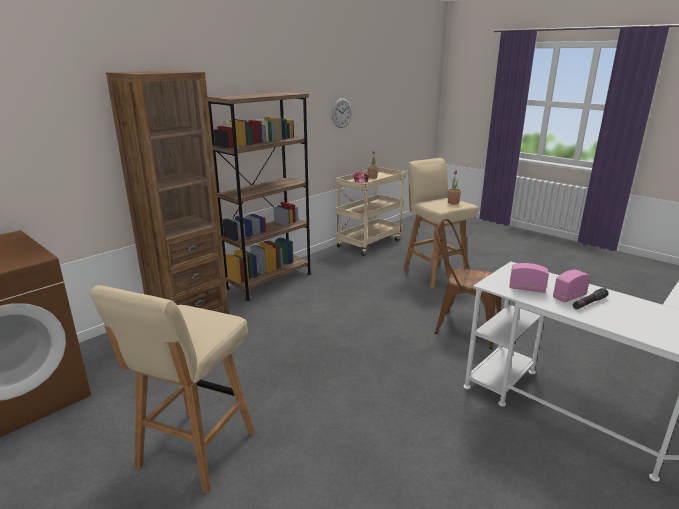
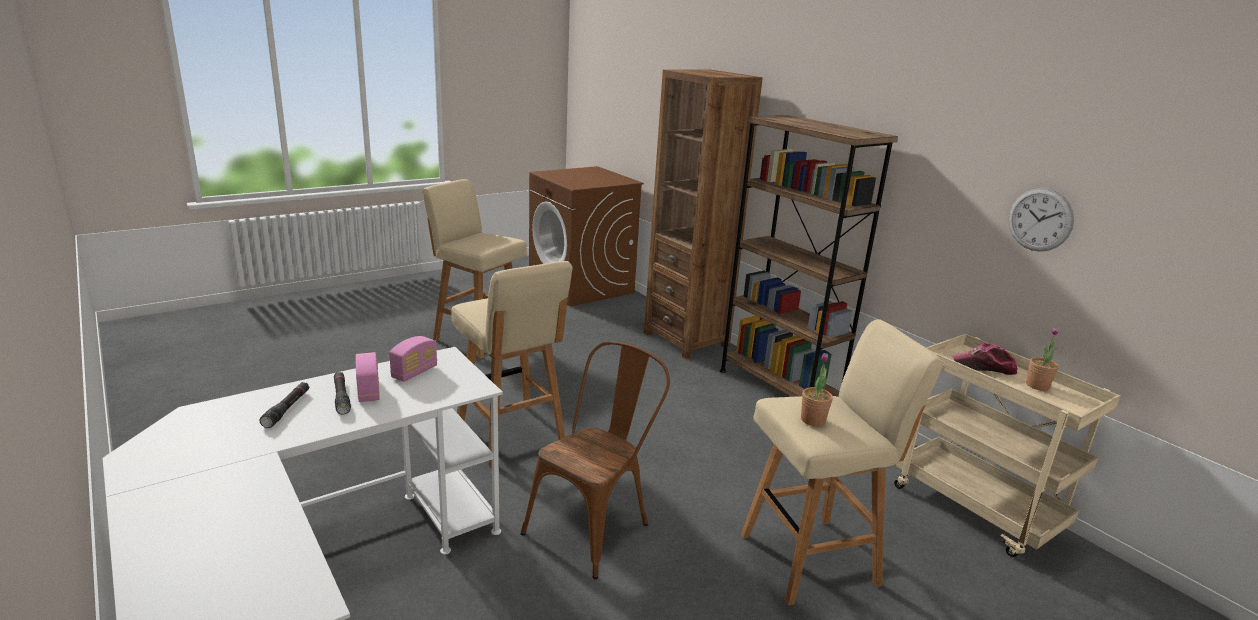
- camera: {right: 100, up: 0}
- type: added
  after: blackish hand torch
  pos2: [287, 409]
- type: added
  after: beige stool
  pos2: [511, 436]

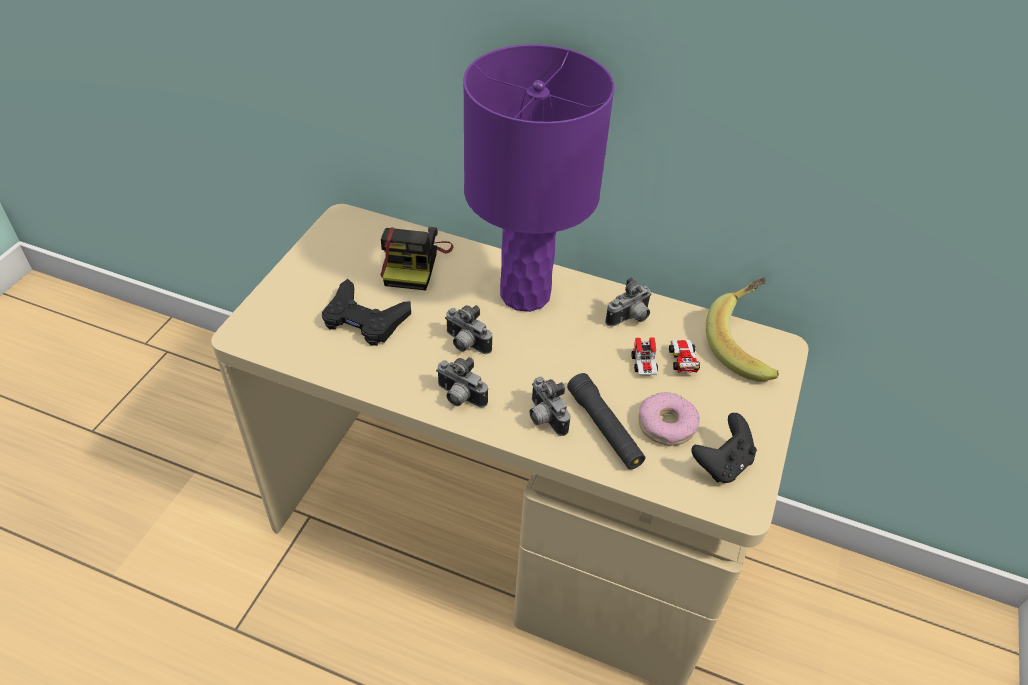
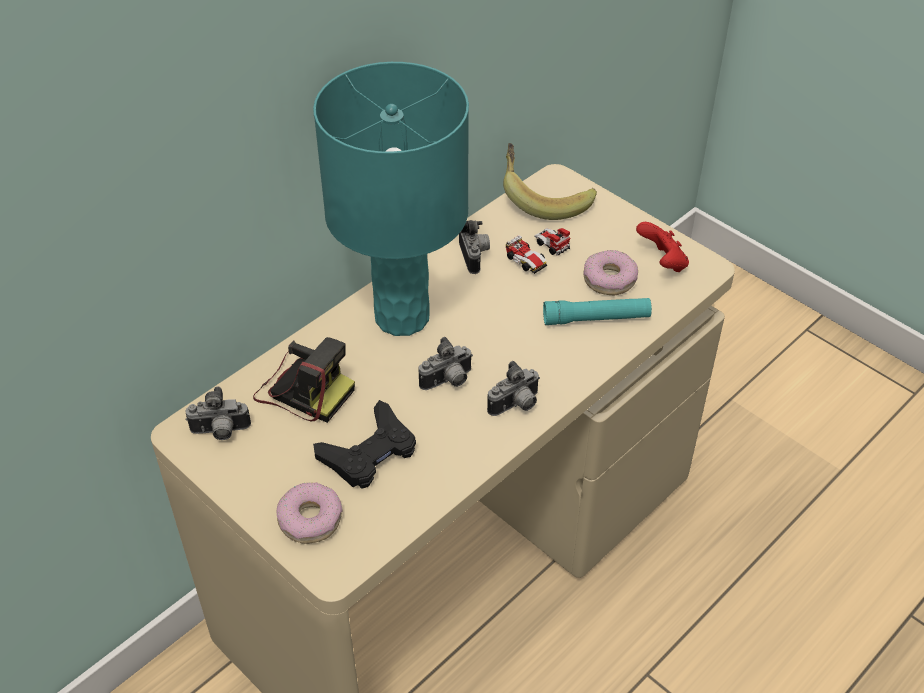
- camera: {right: -65, up: 0}
- type: recoloured
  before: purple lamp for a table
  after: turquoise-coloured lamp for a table
  pos1: [525, 294]
  pos2: [401, 316]
- type: moved
  before: photo camera
  pos1: [544, 418]
  pos2: [220, 432]
- type: recoloured
  before: blackish hand torch
  after: turquoise-coloured hand torch
  pos1: [604, 428]
  pos2: [596, 318]
- type: turned
  before: model car
  pos1: [663, 362]
  pos2: [539, 255]
  turn: -150
- type: recoloured
  before: blackish game controller
  after: reddish game controller
  pos1: [722, 464]
  pos2: [662, 262]
- type: added
  after: ring doughnut
  pos2: [310, 519]

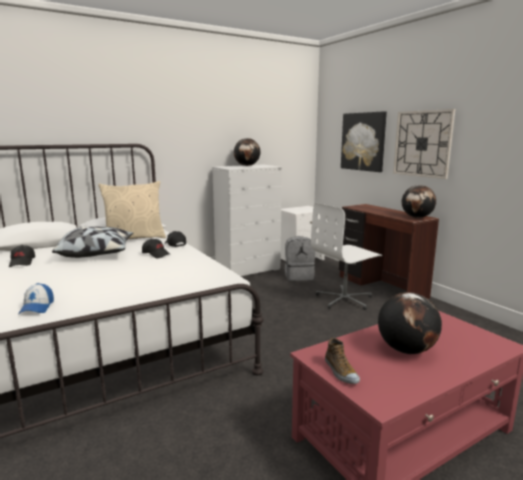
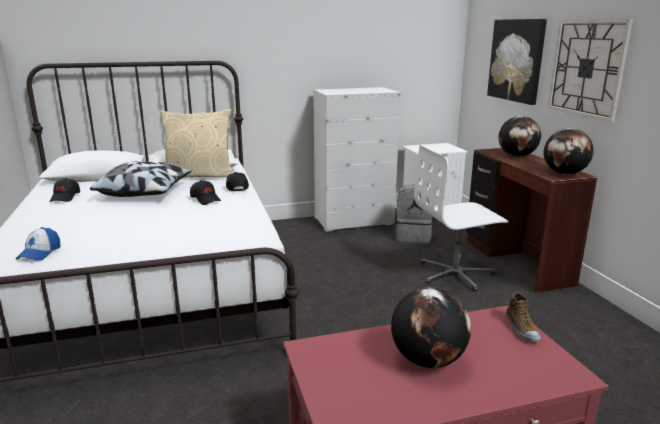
- camera: {right: 15, up: 5}
- type: moved
  before: desk globe
  pos1: [247, 165]
  pos2: [517, 156]
- type: moved
  before: shoe
  pos1: [340, 372]
  pos2: [521, 329]

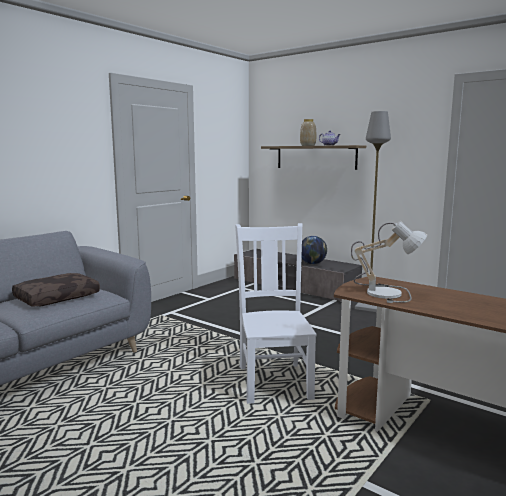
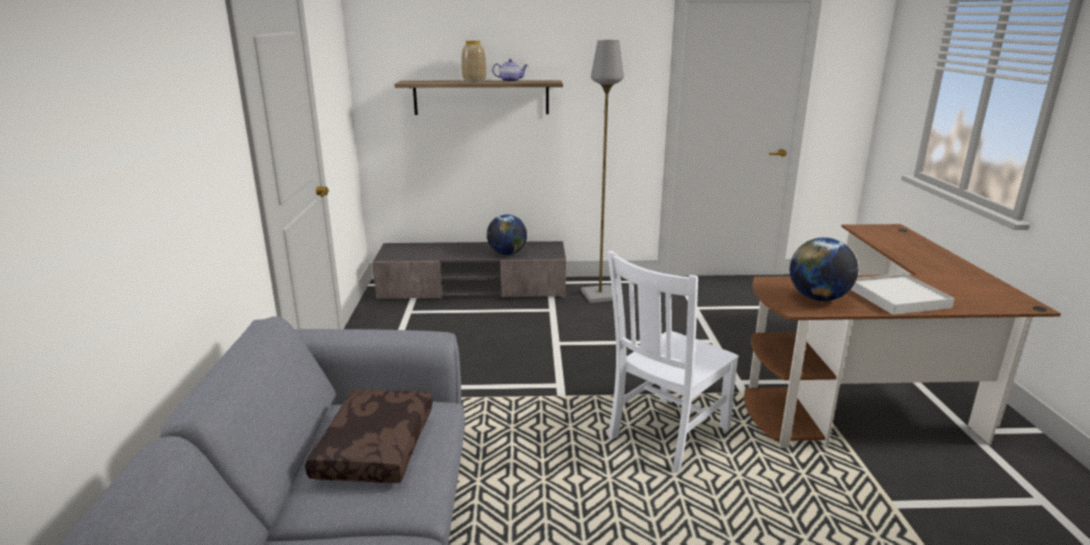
- camera: {right: -40, up: 10}
- type: turned
  before: whitish upright chair
  pos1: [274, 381]
  pos2: [666, 435]
  turn: -90
- type: replaced
  before: lamp for a table
  after: desk globe
  pos1: [386, 292]
  pos2: [818, 298]
- type: added
  after: whitish serving tray
  pos2: [898, 298]

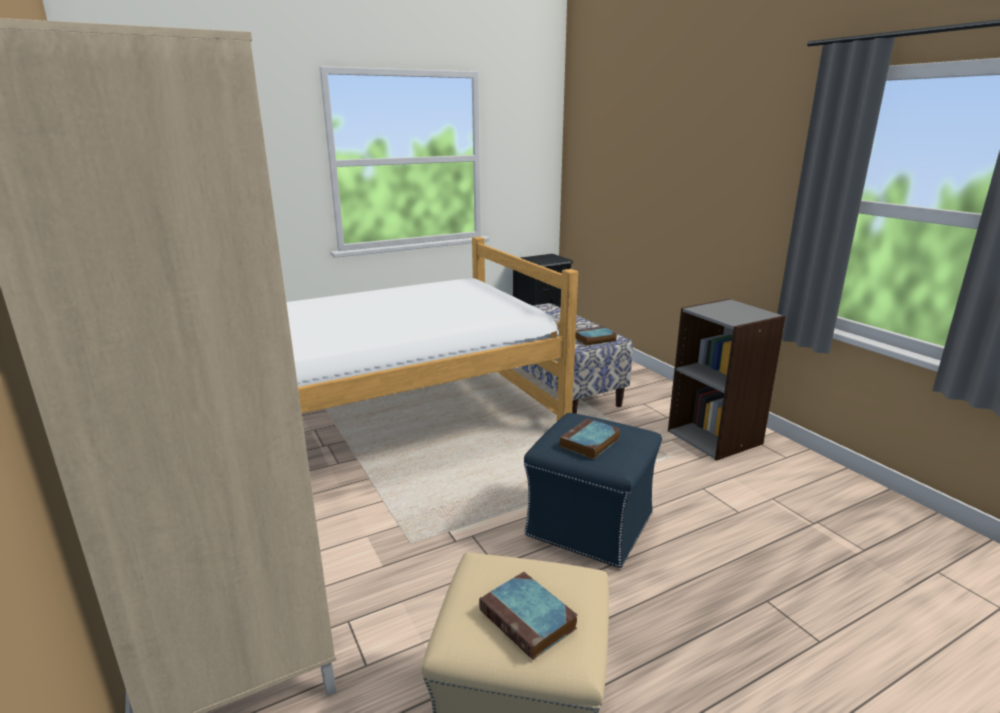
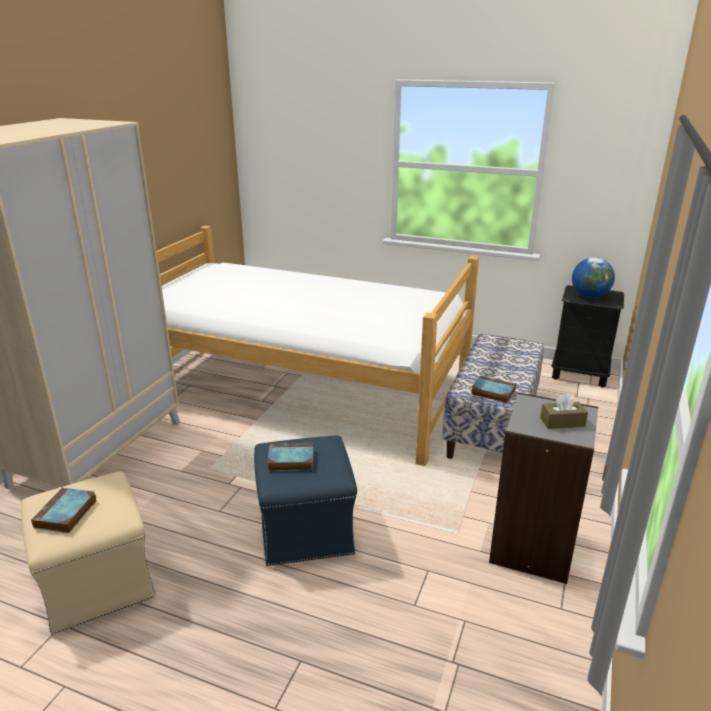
- camera: {right: 50, up: 5}
- type: added
  after: brownish tissue box
  pos2: [562, 422]
- type: added
  after: desk globe
  pos2: [589, 296]

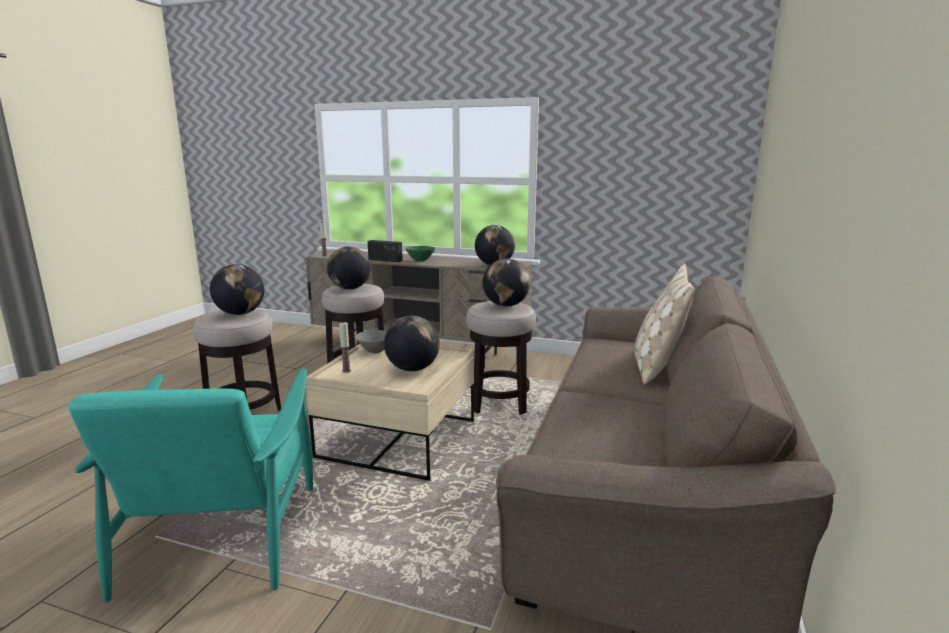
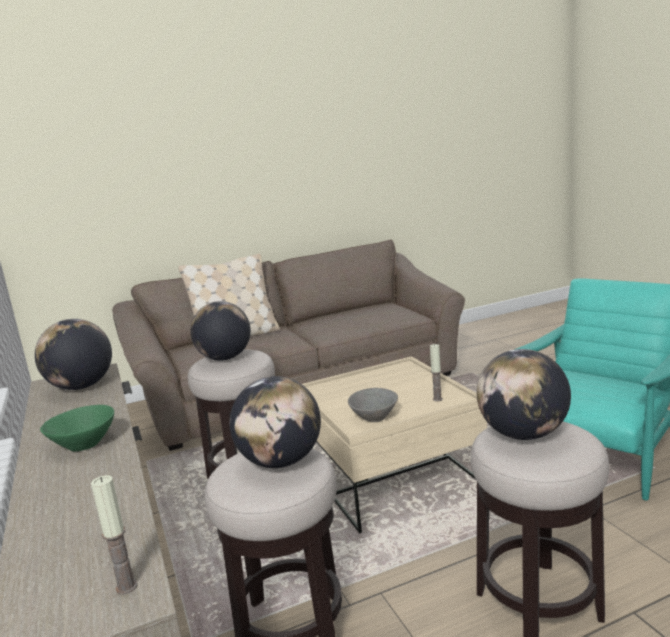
- camera: {right: -130, up: 0}
- type: removed
  before: radio set
  pos1: [385, 260]
- type: removed
  before: desk globe
  pos1: [412, 369]

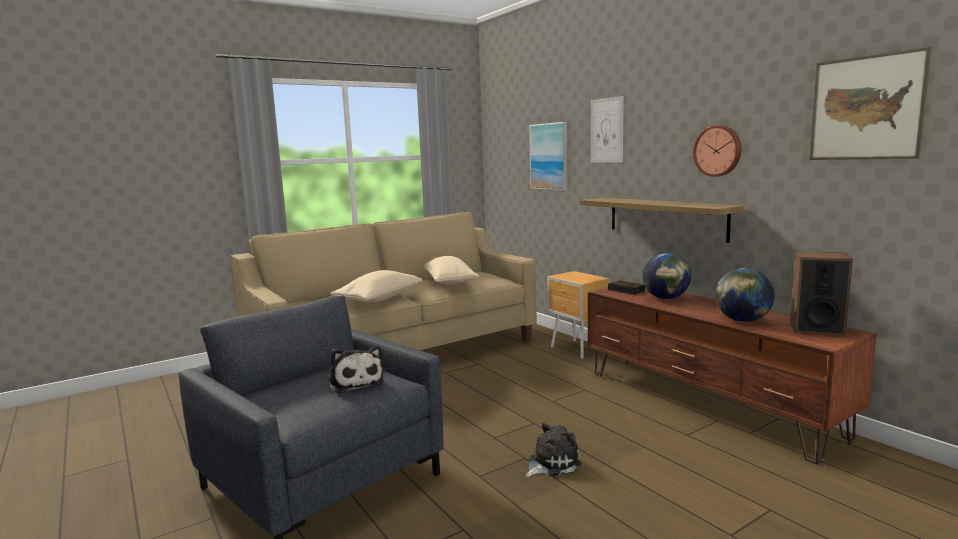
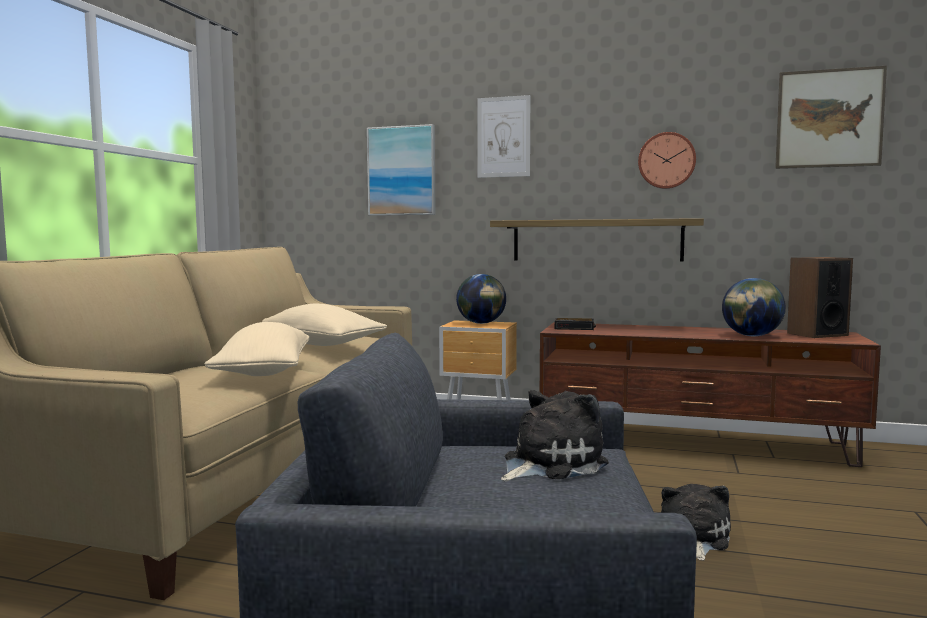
- camera: {right: -40, up: -5}
- type: turned
  before: plush toy
  pos1: [355, 382]
  pos2: [549, 463]
  turn: -60
- type: moved
  before: desk globe
  pos1: [666, 298]
  pos2: [481, 323]

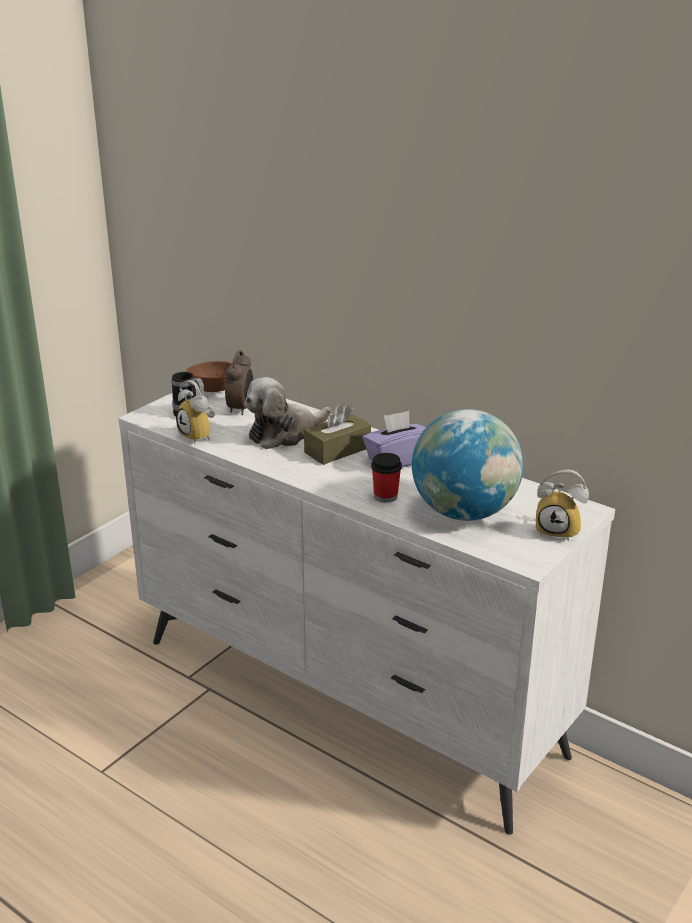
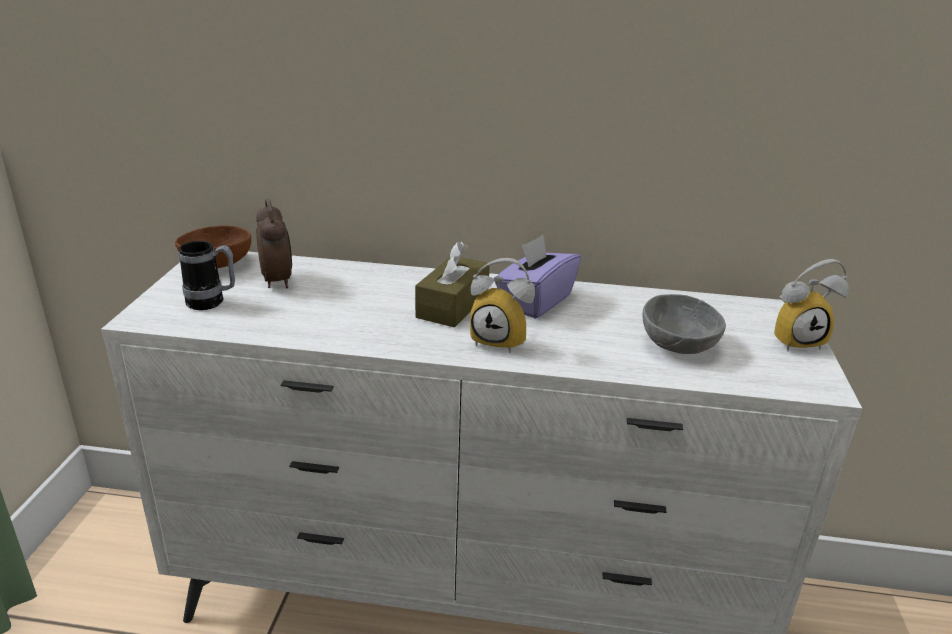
- camera: {right: -30, up: 0}
- type: moved
  before: alarm clock
  pos1: [200, 436]
  pos2: [502, 340]
- type: removed
  before: plush toy
  pos1: [284, 433]
- type: removed
  before: small cup
  pos1: [385, 496]
- type: replaced
  before: desk globe
  after: grey deep dish
  pos1: [464, 512]
  pos2: [680, 345]

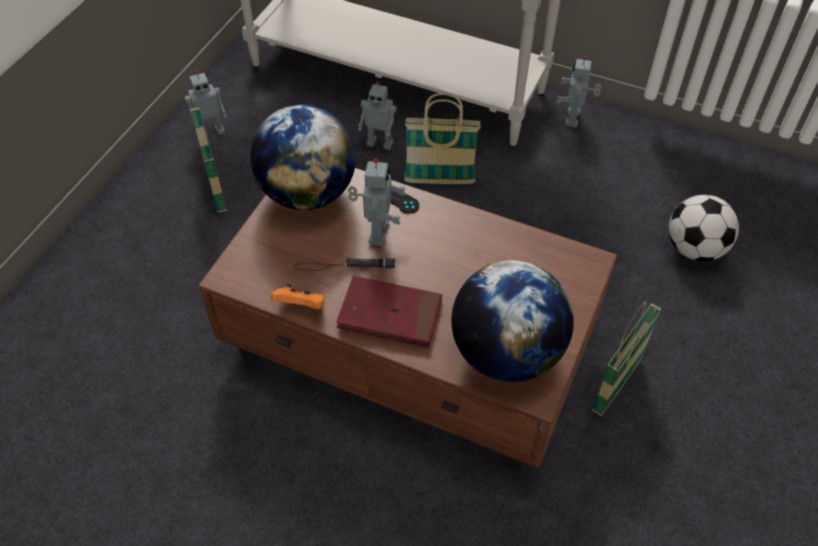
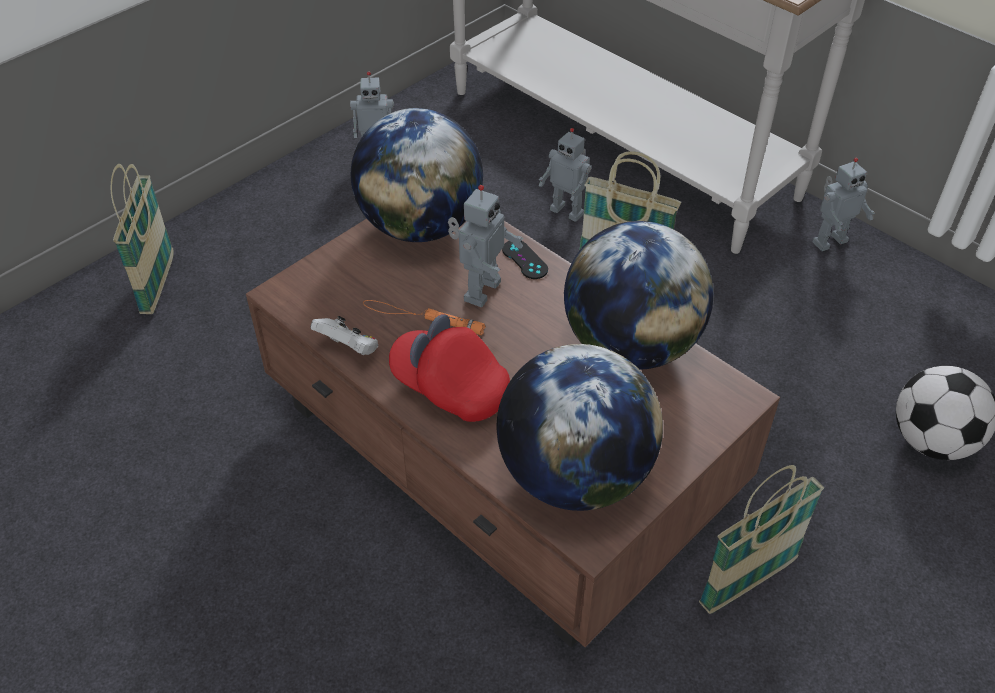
- camera: {right: 20, up: -5}
- type: moved
  before: storage basket
  pos1: [216, 189]
  pos2: [158, 285]
- type: recoloured
  before: orange-coloured game controller
  after: whitish game controller
  pos1: [301, 306]
  pos2: [349, 349]
- type: recoloured
  before: blackish hand torch
  after: orange-coloured hand torch
  pos1: [344, 266]
  pos2: [422, 318]
- type: replaced
  before: reddish bound book
  after: reddish peaked cap
  pos1: [390, 314]
  pos2: [450, 387]
- type: turned
  before: robot figure
  pos1: [574, 119]
  pos2: [828, 241]
  turn: -150
- type: added
  after: desk globe
  pos2: [631, 345]

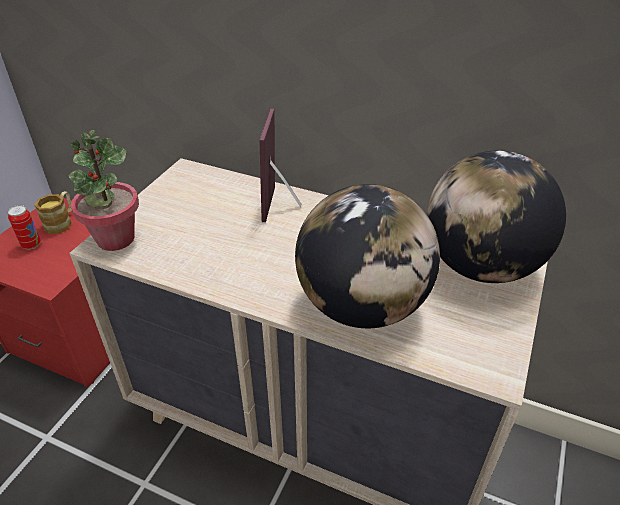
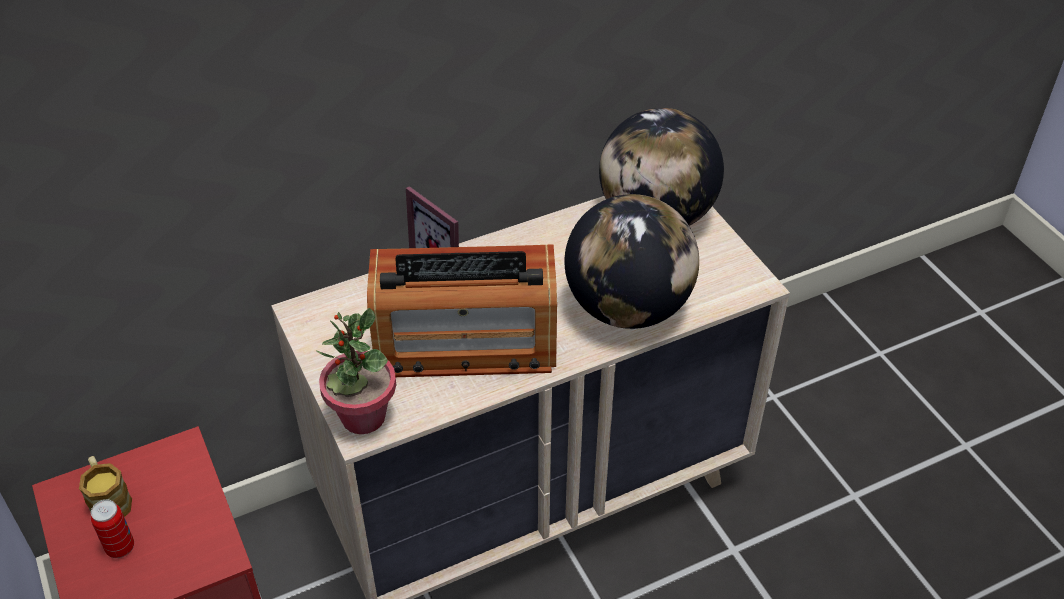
- camera: {right: -50, up: 5}
- type: added
  after: radio set
  pos2: [465, 343]

